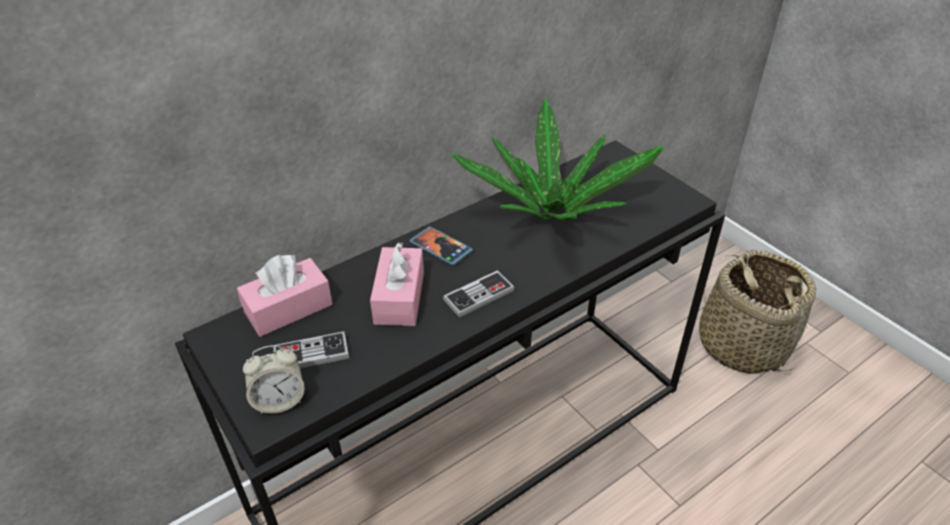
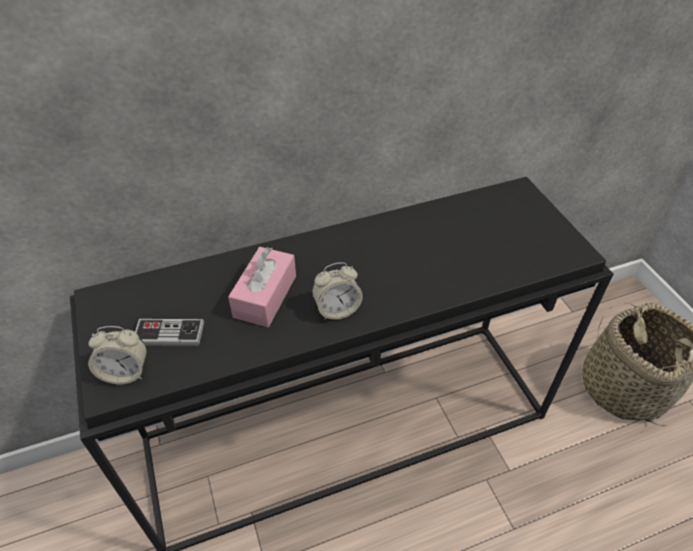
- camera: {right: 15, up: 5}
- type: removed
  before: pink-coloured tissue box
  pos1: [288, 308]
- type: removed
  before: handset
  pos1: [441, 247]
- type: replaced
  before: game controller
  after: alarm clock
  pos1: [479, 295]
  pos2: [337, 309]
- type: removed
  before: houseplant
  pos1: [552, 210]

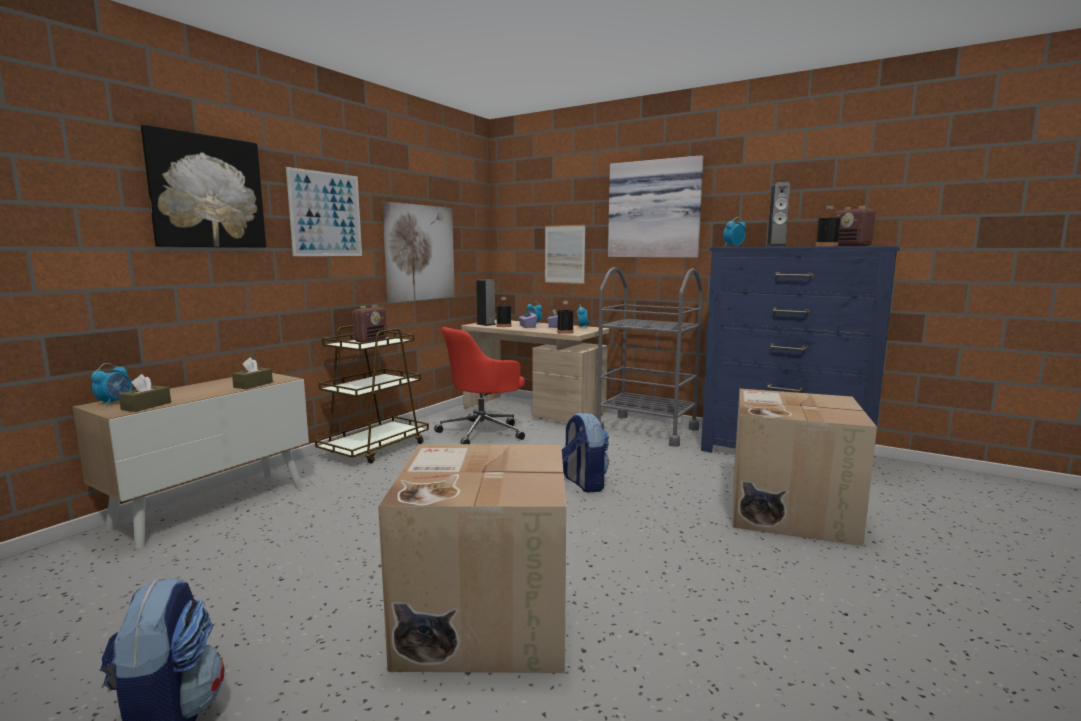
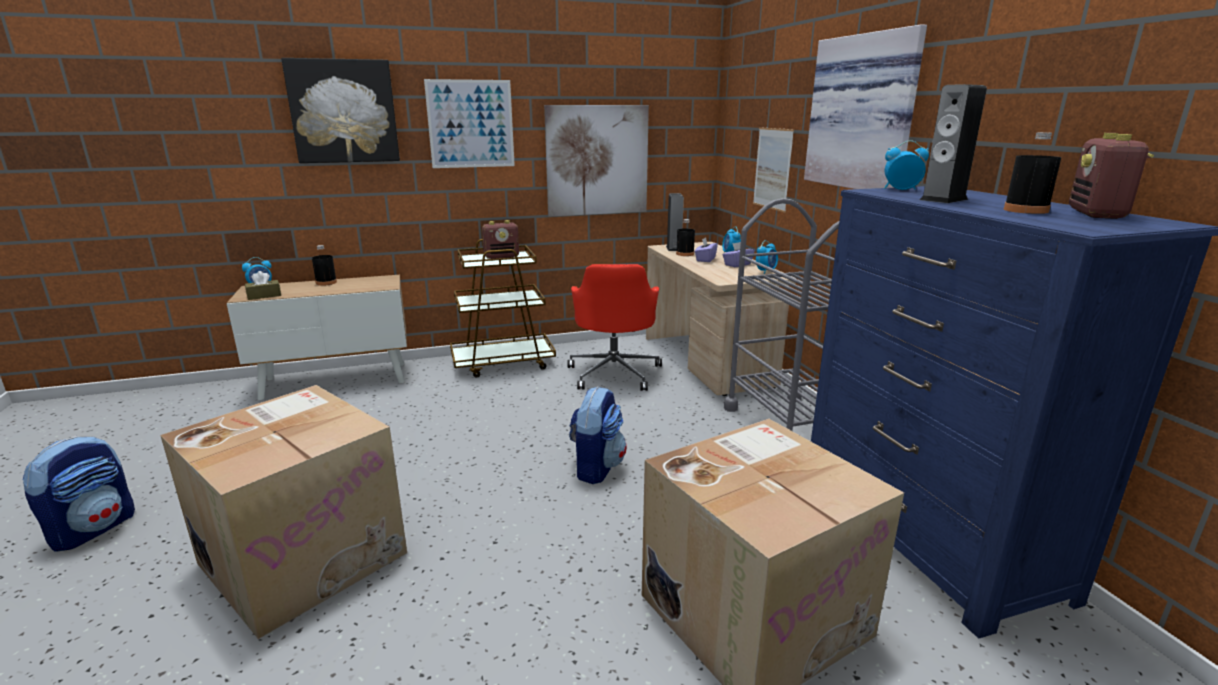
- camera: {right: 40, up: 10}
- type: removed
  before: brownish tissue box
  pos1: [253, 385]
- type: turned
  before: reddish desk chair
  pos1: [483, 432]
  pos2: [614, 373]
  turn: -90
- type: moved
  before: blackish drink bottle
  pos1: [565, 332]
  pos2: [326, 282]

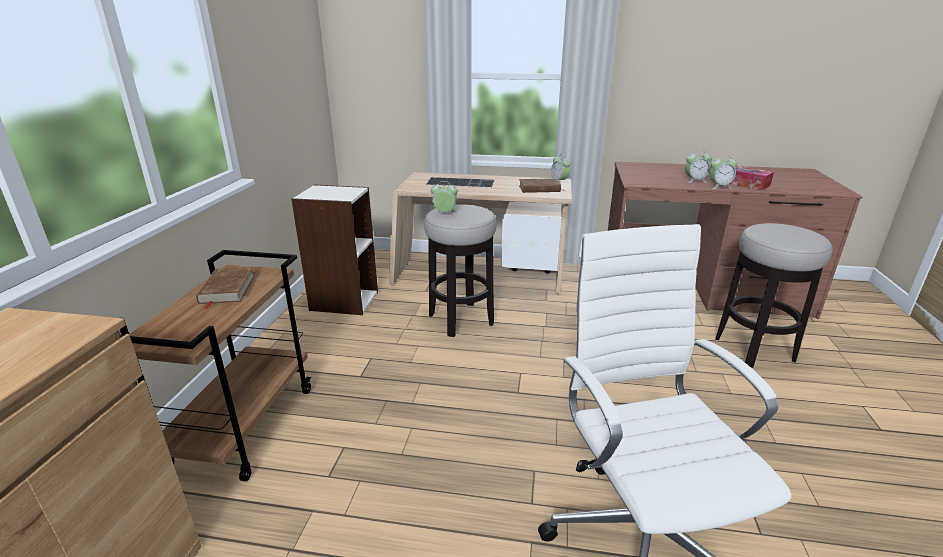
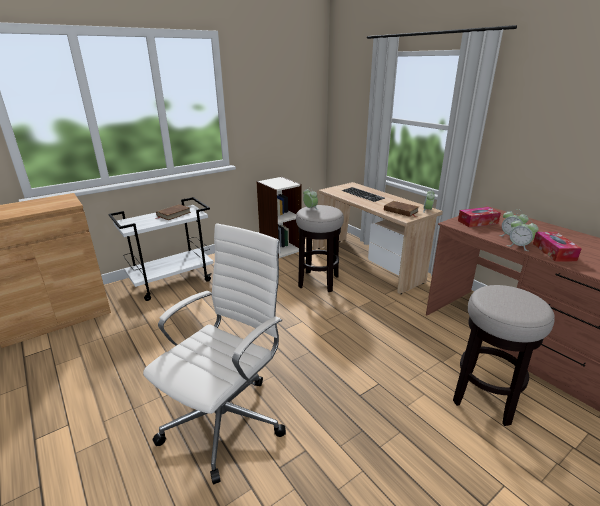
- camera: {right: 45, up: 0}
- type: recoloured
  before: brownish cart
  after: whitish cart
  pos1: [244, 425]
  pos2: [173, 282]
- type: added
  after: tissue box
  pos2: [477, 222]

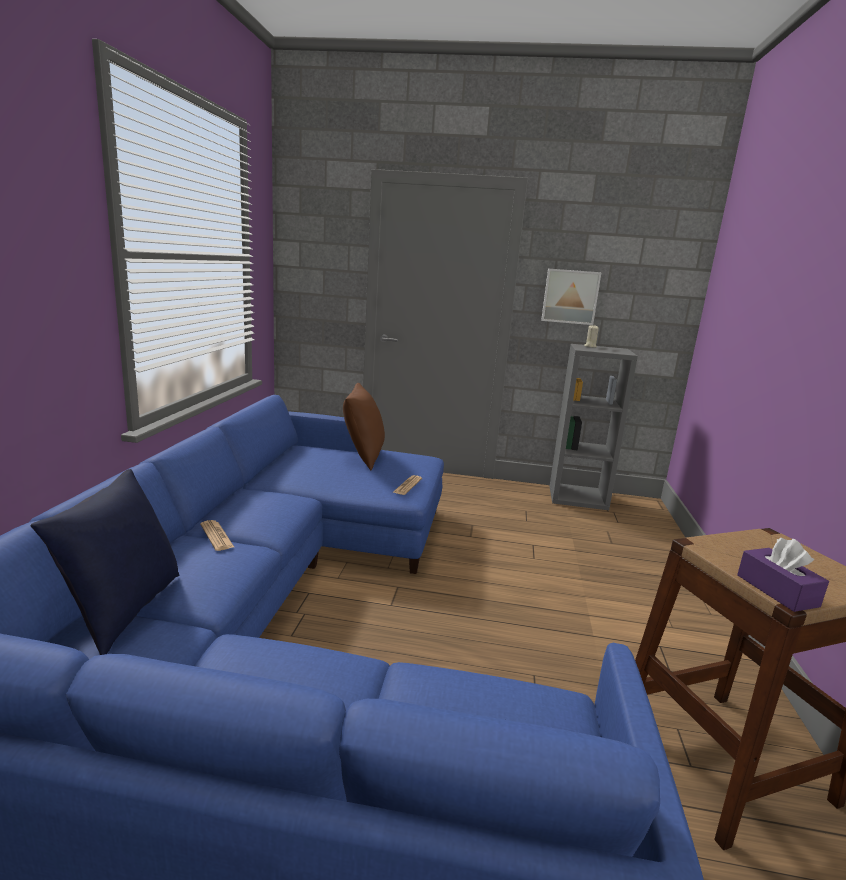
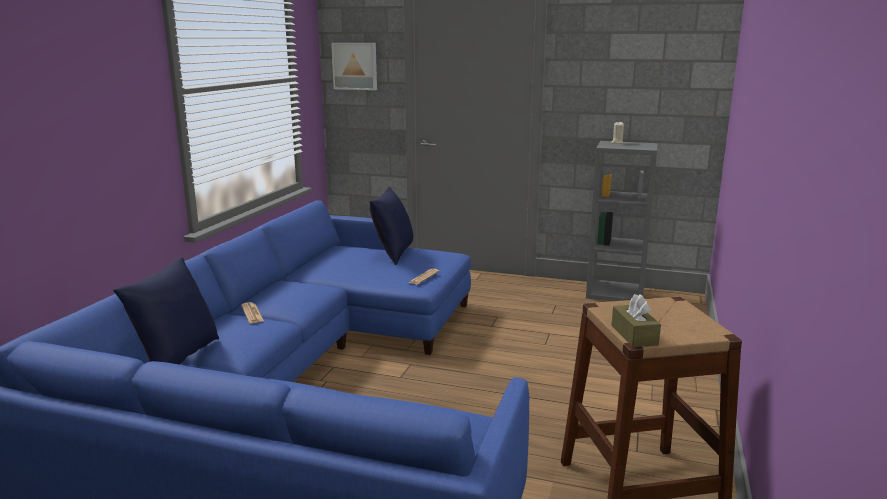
- camera: {right: 10, up: 0}
- type: recoloured
  before: brownish pillow
  after: bluish pillow
  pos1: [363, 457]
  pos2: [392, 254]
- type: moved
  before: wall art
  pos1: [570, 296]
  pos2: [355, 66]
- type: recoloured
  before: purple tissue box
  after: brownish tissue box
  pos1: [777, 590]
  pos2: [634, 335]

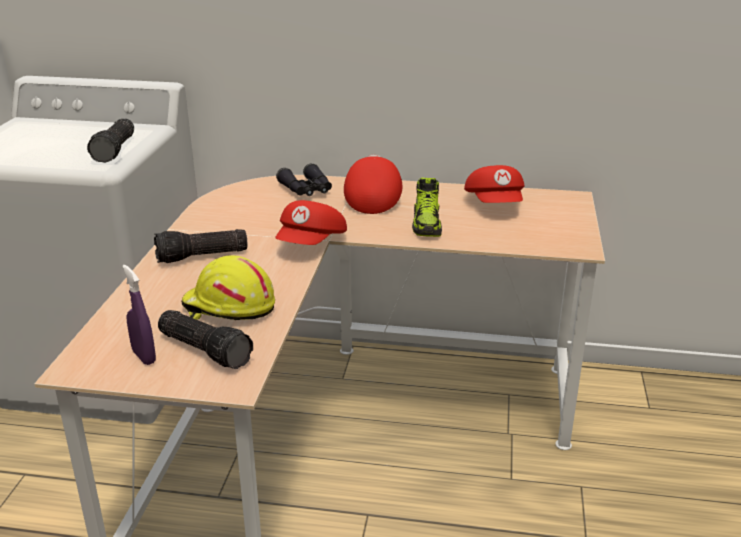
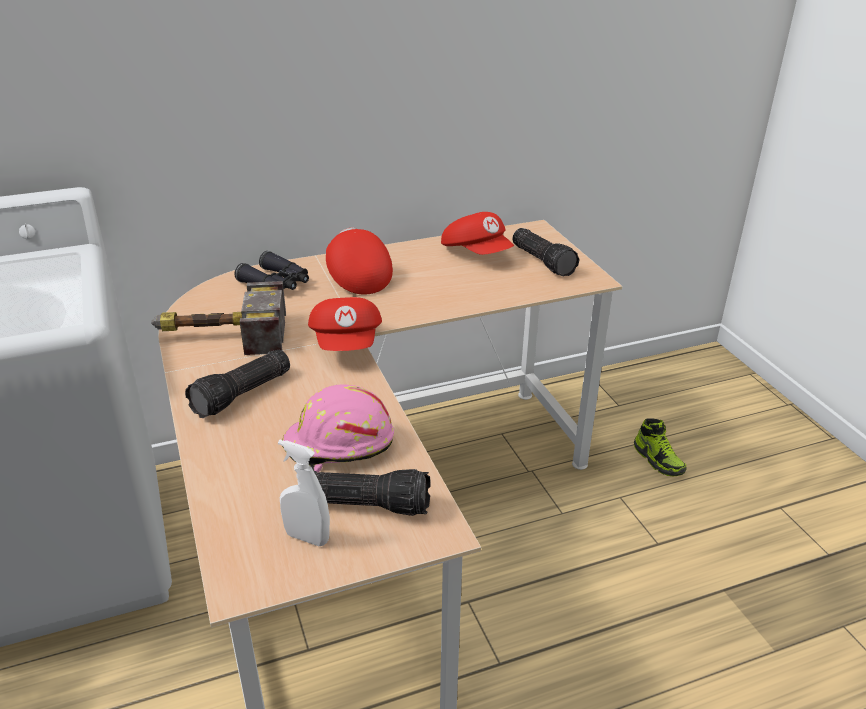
- camera: {right: -30, up: 5}
- type: moved
  before: hand torch
  pos1: [116, 150]
  pos2: [544, 261]
- type: recoloured
  before: purple spray bottle
  after: whitish spray bottle
  pos1: [144, 356]
  pos2: [307, 537]
- type: recoloured
  before: yellowish hard hat
  after: pink-coloured hard hat
  pos1: [229, 307]
  pos2: [338, 445]
- type: moved
  before: shoe
  pos1: [427, 225]
  pos2: [658, 460]
- type: added
  after: hammer
  pos2: [220, 335]

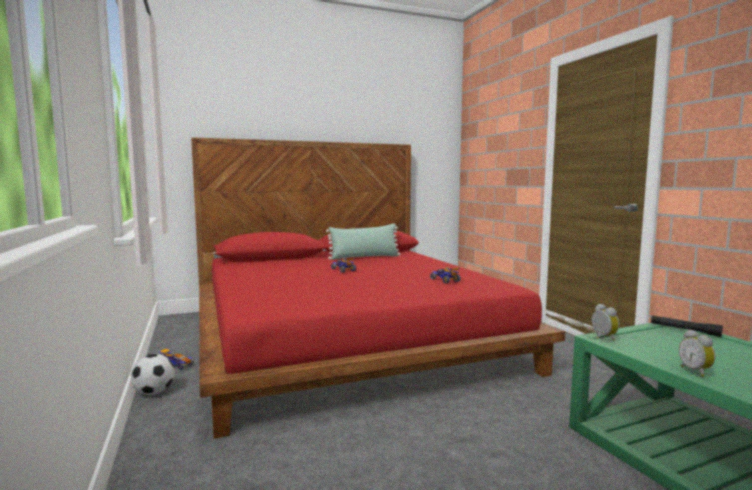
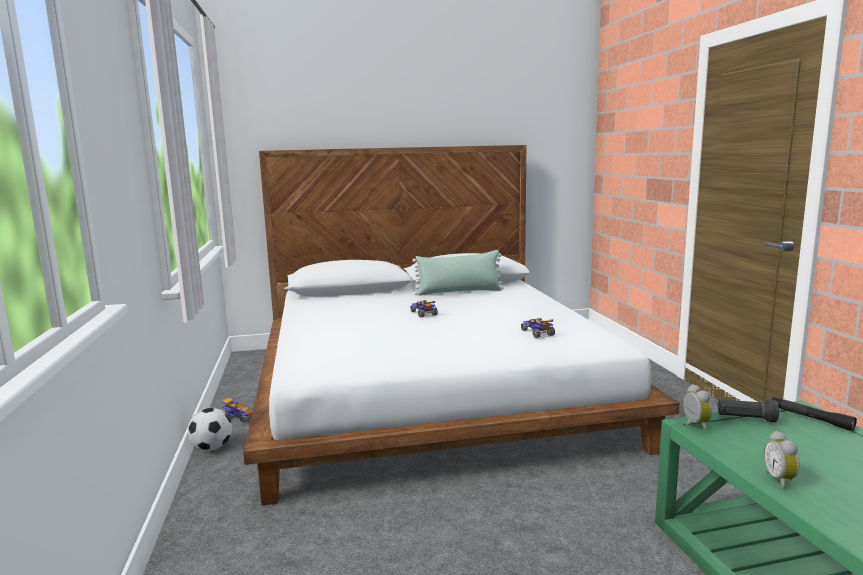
- camera: {right: 10, up: 5}
- type: recoloured
  before: reddish bed
  after: whitish bed
  pos1: [346, 338]
  pos2: [430, 391]
- type: added
  after: blackish hand torch
  pos2: [745, 419]

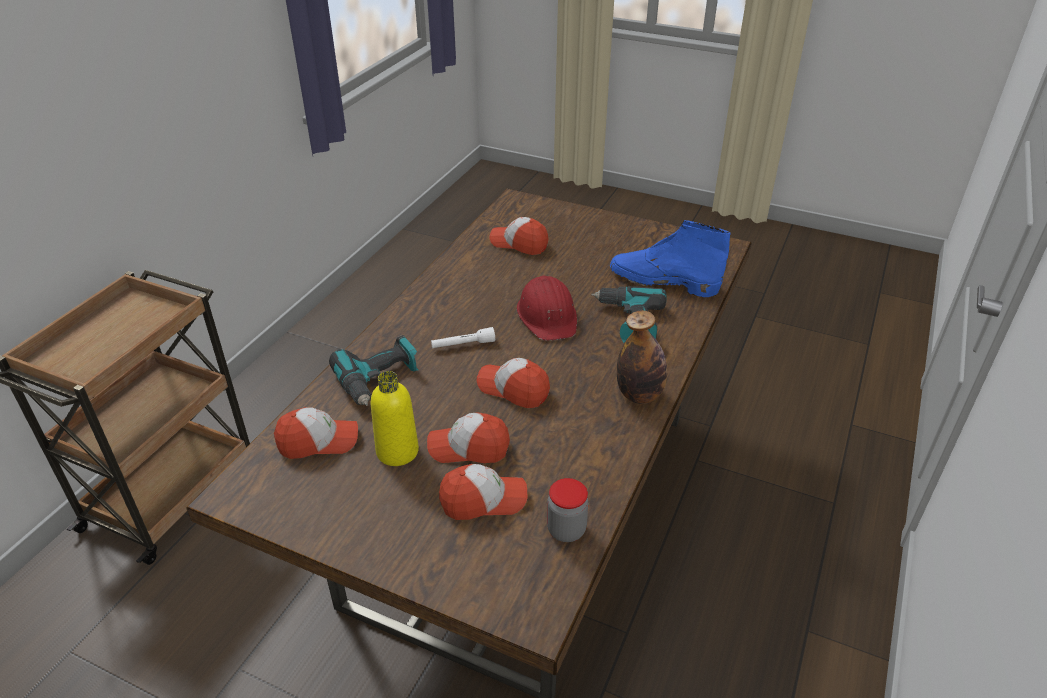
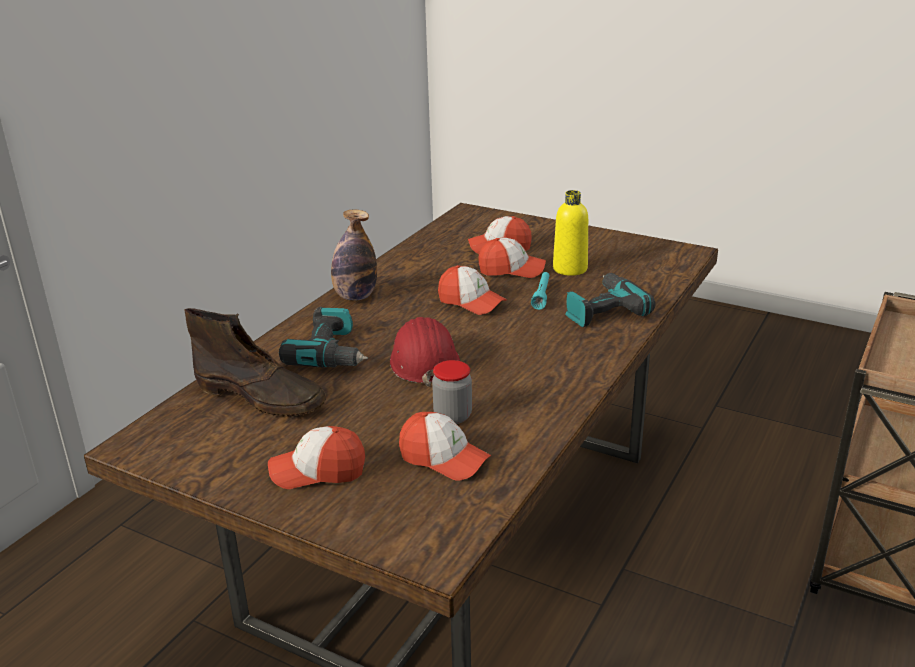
- camera: {right: -175, up: -10}
- type: moved
  before: peaked cap
  pos1: [318, 441]
  pos2: [318, 471]
- type: removed
  before: whitish hand torch
  pos1: [463, 345]
- type: moved
  before: preserve jar
  pos1: [566, 530]
  pos2: [453, 416]
- type: recoloured
  before: bluish boot
  after: brownish boot
  pos1: [662, 281]
  pos2: [261, 397]
- type: added
  after: turquoise-coloured hand torch
  pos2: [542, 295]

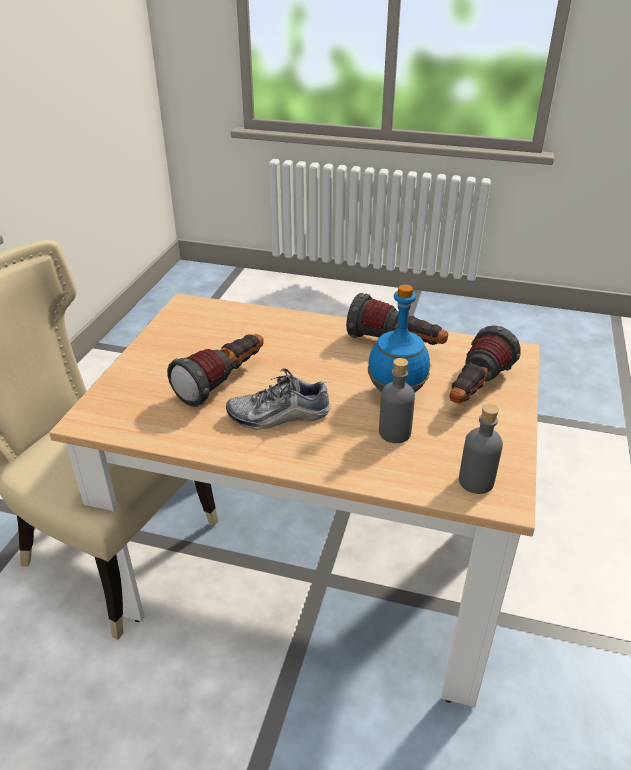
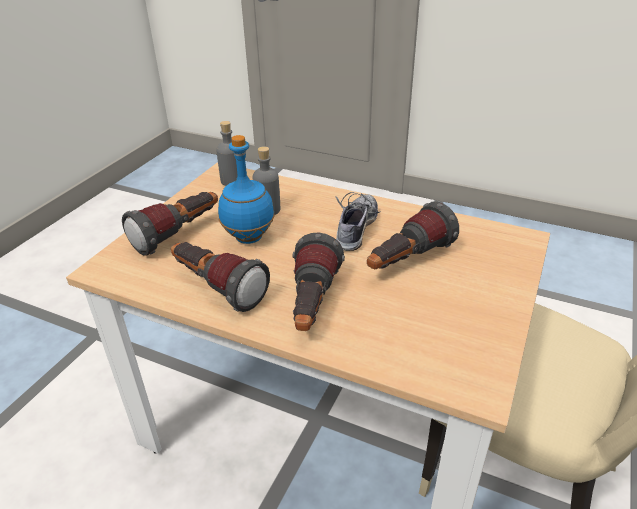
- camera: {right: -170, up: 0}
- type: turned
  before: shoe
  pos1: [279, 415]
  pos2: [356, 228]
  turn: -75
- type: added
  after: hand torch
  pos2: [312, 306]

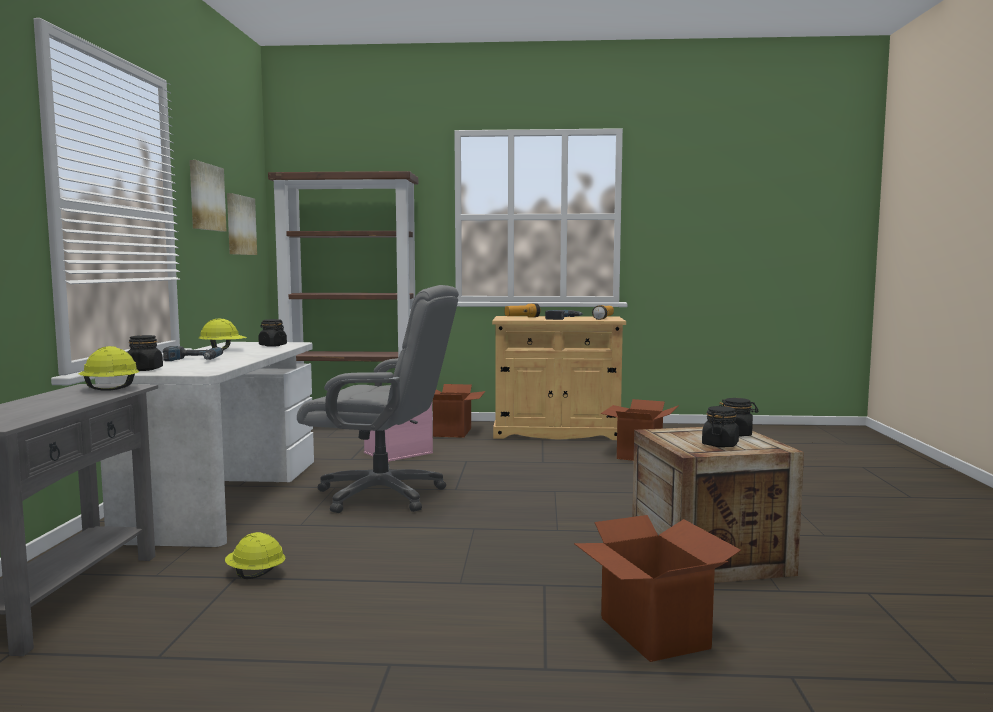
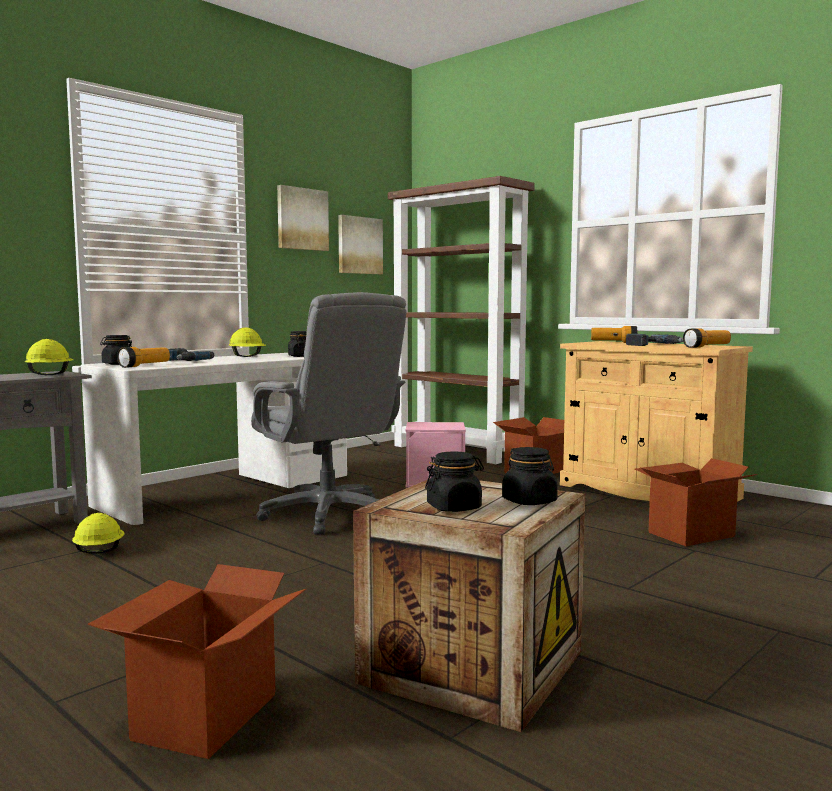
- camera: {right: 40, up: 0}
- type: added
  after: hand torch
  pos2: [145, 366]

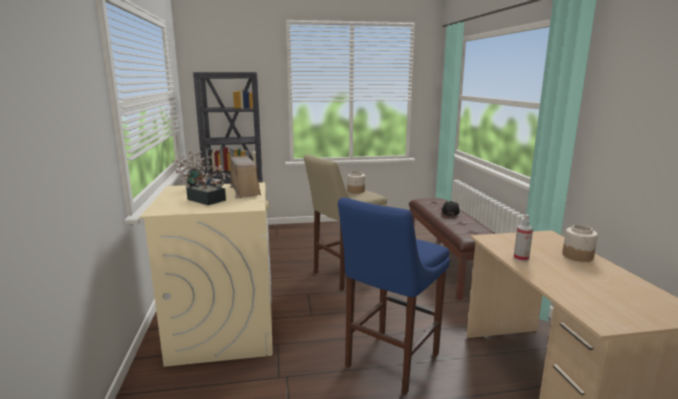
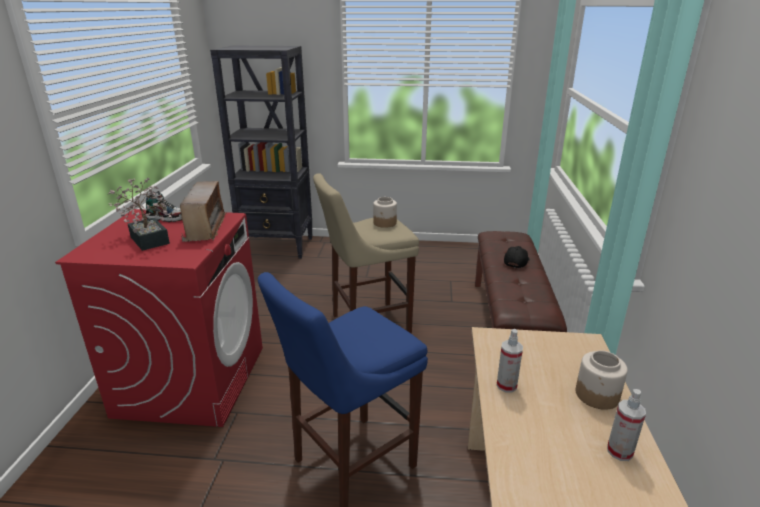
- camera: {right: 15, up: 10}
- type: recoloured
  before: beige laundry appliance
  after: reddish laundry appliance
  pos1: [223, 329]
  pos2: [192, 380]
- type: added
  after: spray bottle
  pos2: [619, 451]

